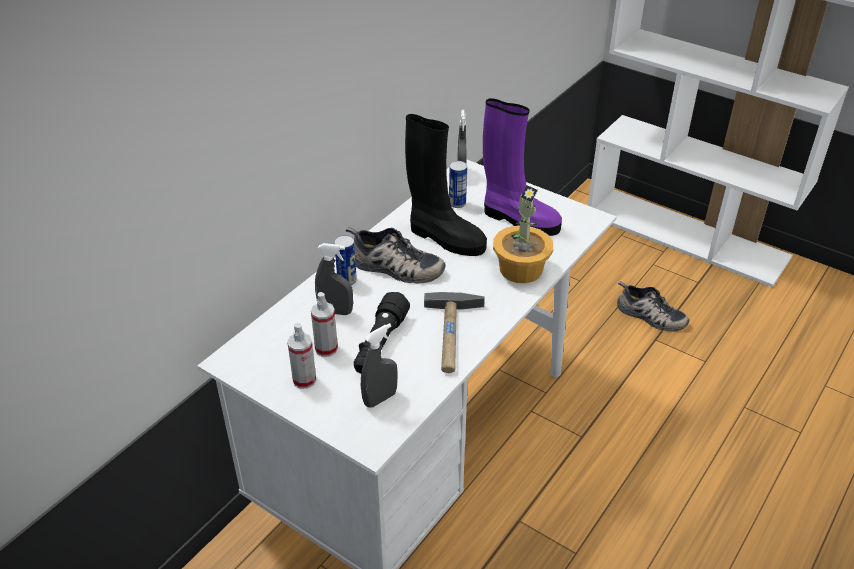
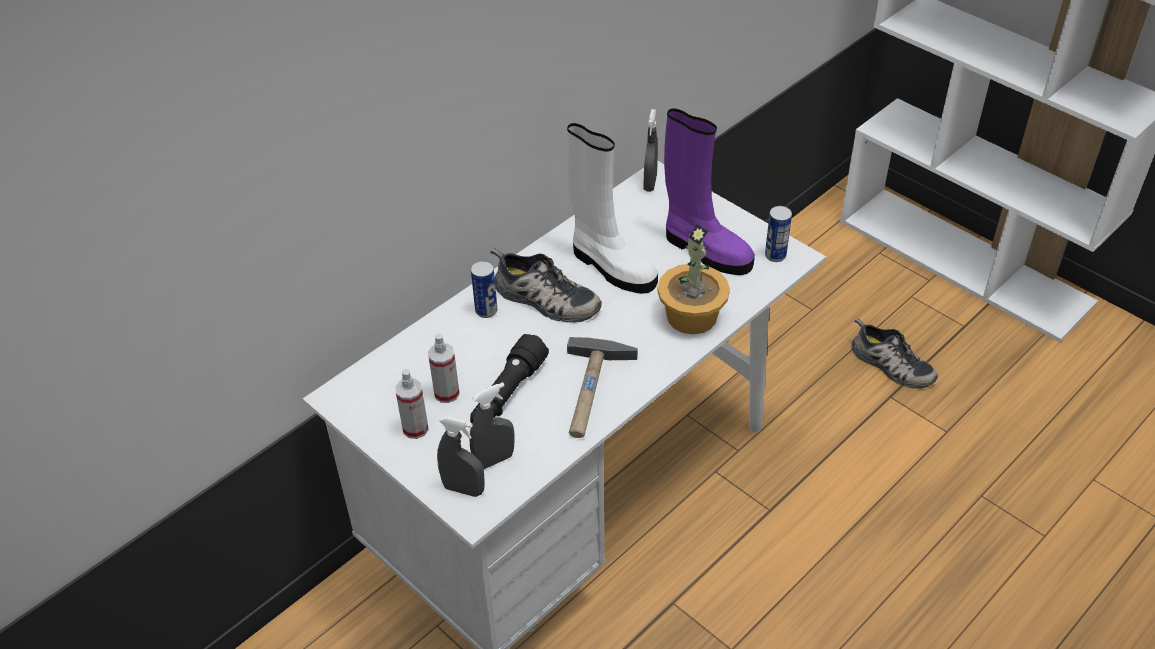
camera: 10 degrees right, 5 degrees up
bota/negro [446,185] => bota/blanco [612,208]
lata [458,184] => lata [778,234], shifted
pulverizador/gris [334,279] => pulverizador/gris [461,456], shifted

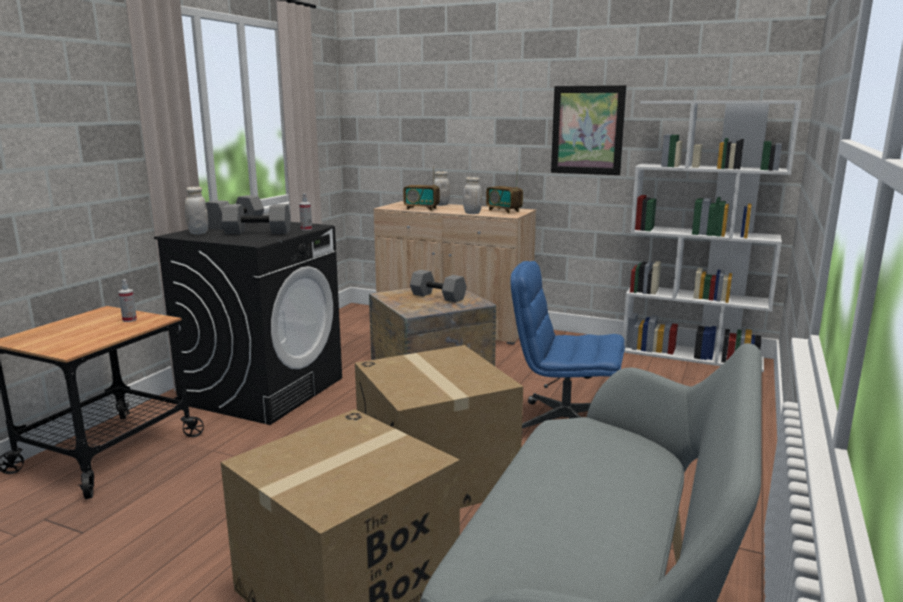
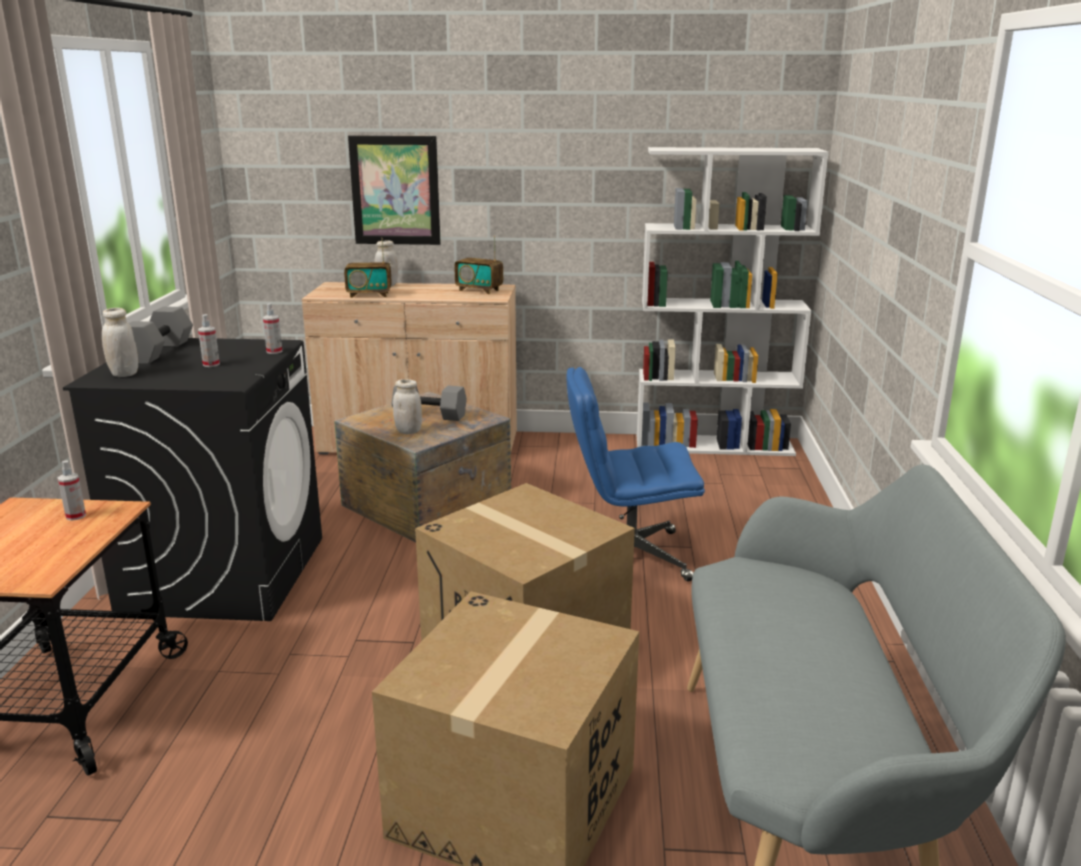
camera: 20 degrees left, 5 degrees up
cuadro [588,130] => cuadro [394,190], shifted
tarro/blanco [472,195] => tarro/blanco [407,406], shifted
mancuerna/gris [256,219] => pulverizador [209,340]

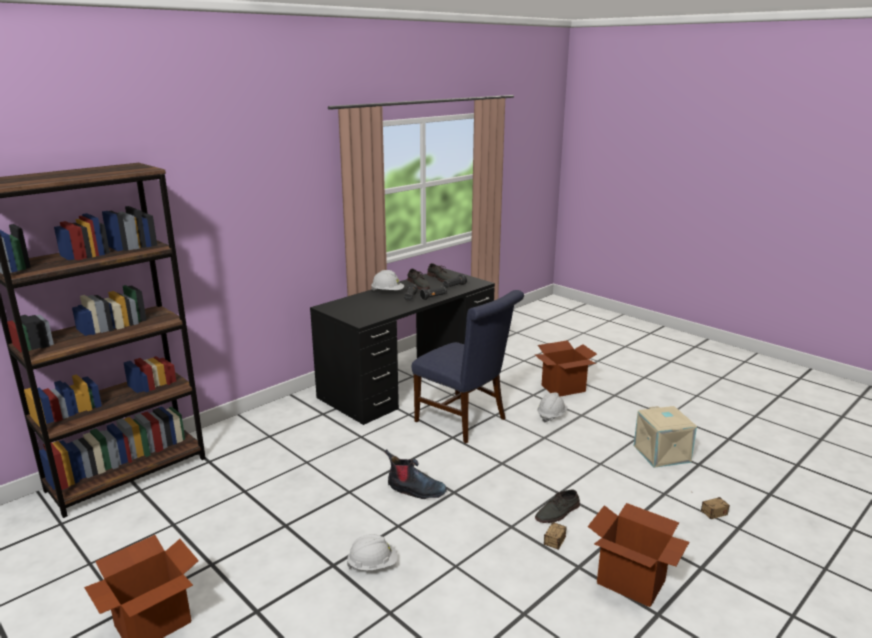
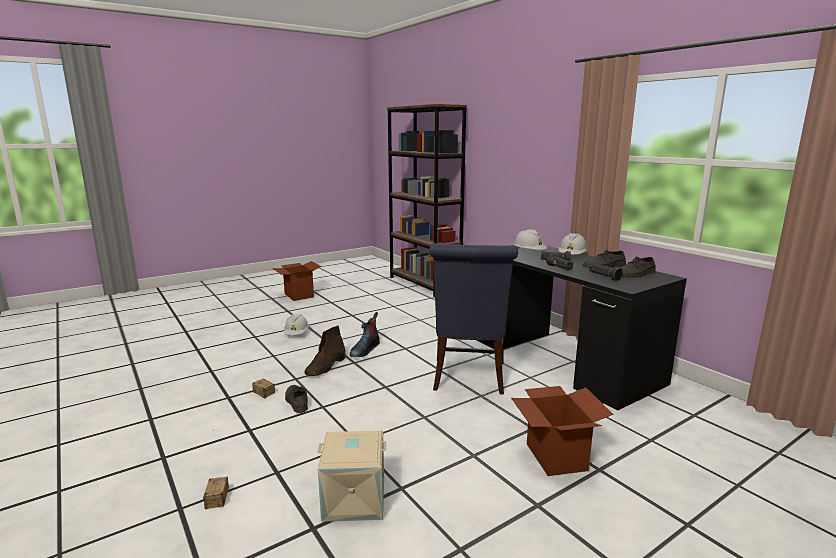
camera: 100 degrees right, 5 degrees down
silla/azul [468,367] => silla/azul [473,319], 45 degrees counterclockwise
casco/blanco [552,407] => casco/blanco [530,240], shifted
caja de cartón [638,555] => nothing
nothing => bota/marrón [325,351]

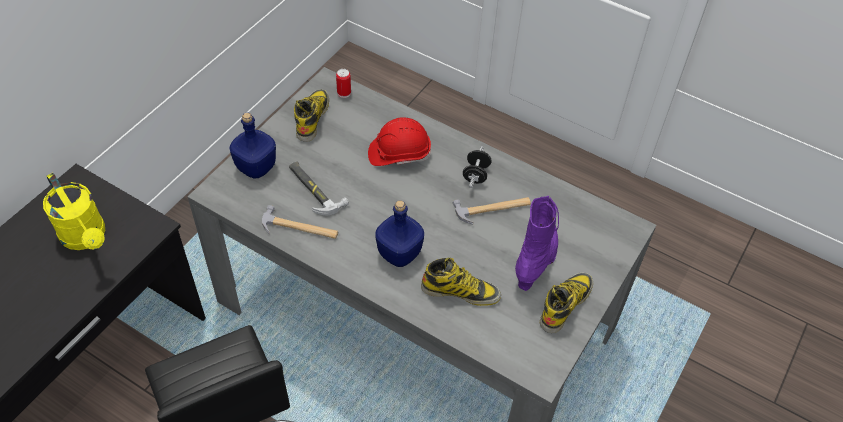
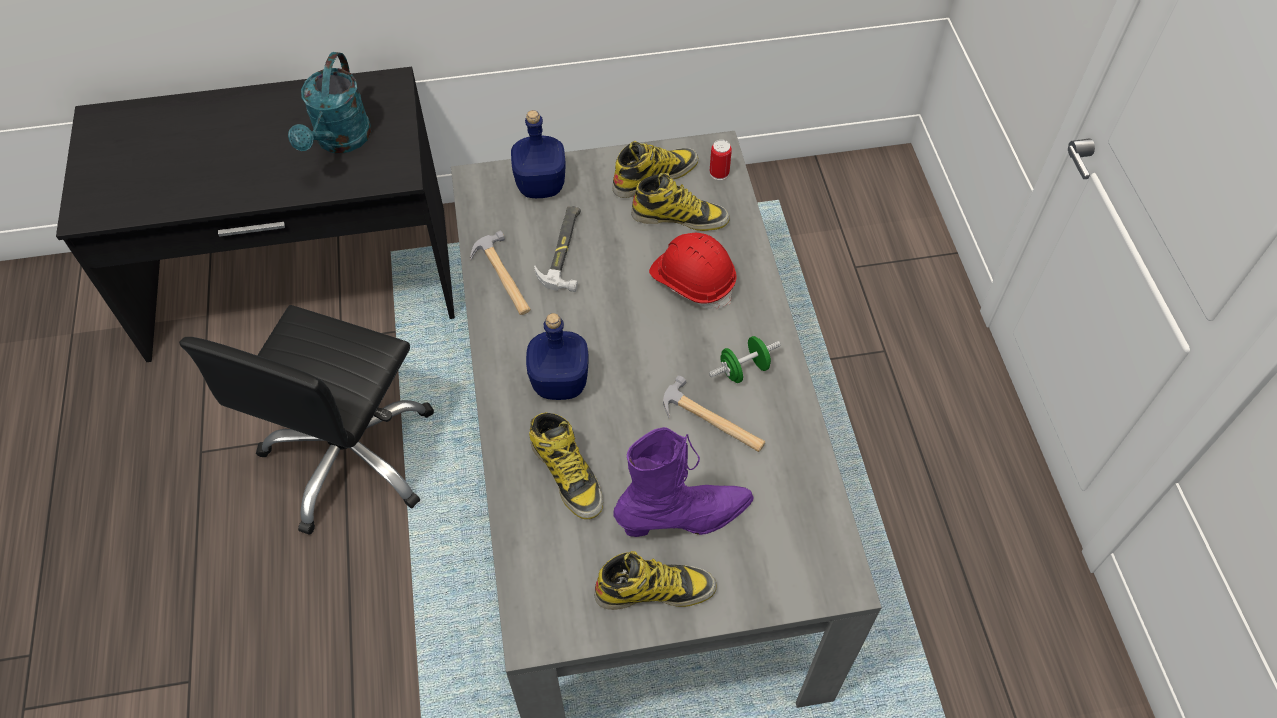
camera: 50 degrees right, 5 degrees up
mancuerna/negro [477,167] => mancuerna/verde [745,359]
regadera/amarillo [74,211] => regadera/turquesa [329,103]
nothing => bota [680,202]

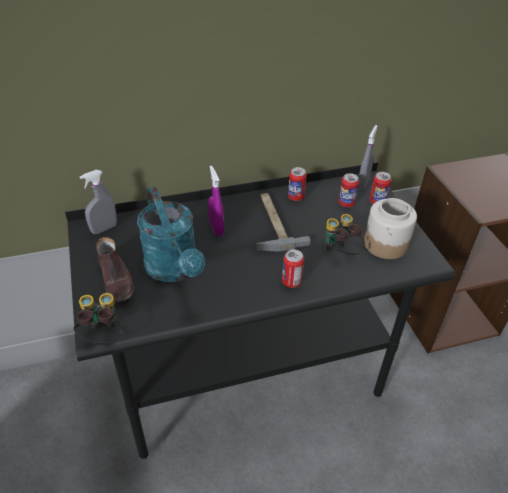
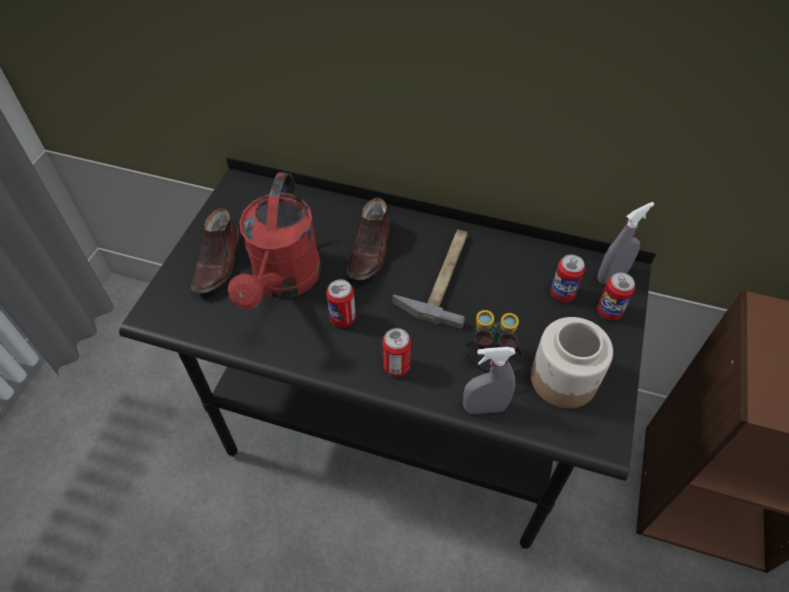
camera: 35 degrees right, 10 degrees up
pulverizador/morado [216,201] => zapato/marrón [368,239]
lata [297,184] => lata [341,303], shifted
pulverizador/gris [98,202] => pulverizador/gris [489,380], shifted
regadera/turquesa [171,234] => regadera/rojo [275,240]
prismáticos [97,318] => nothing

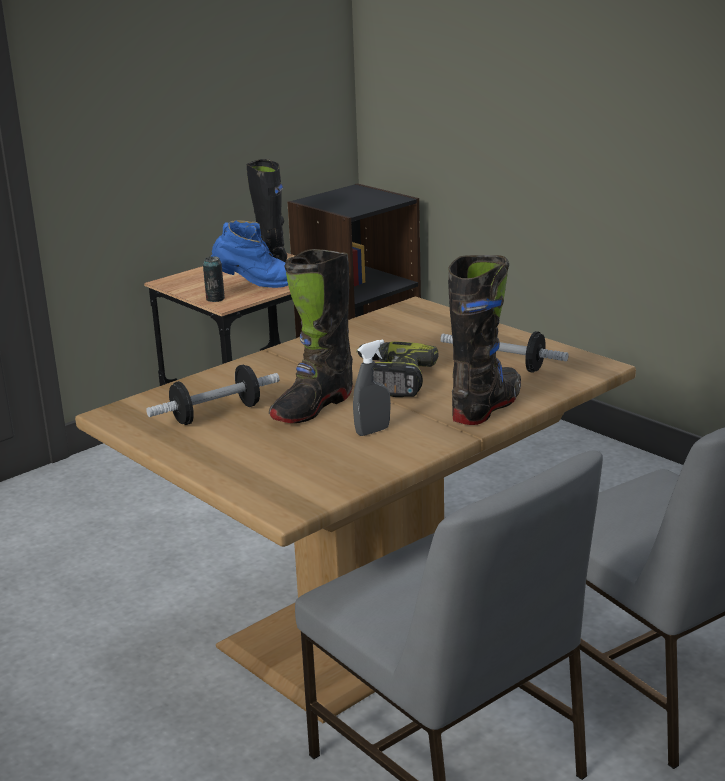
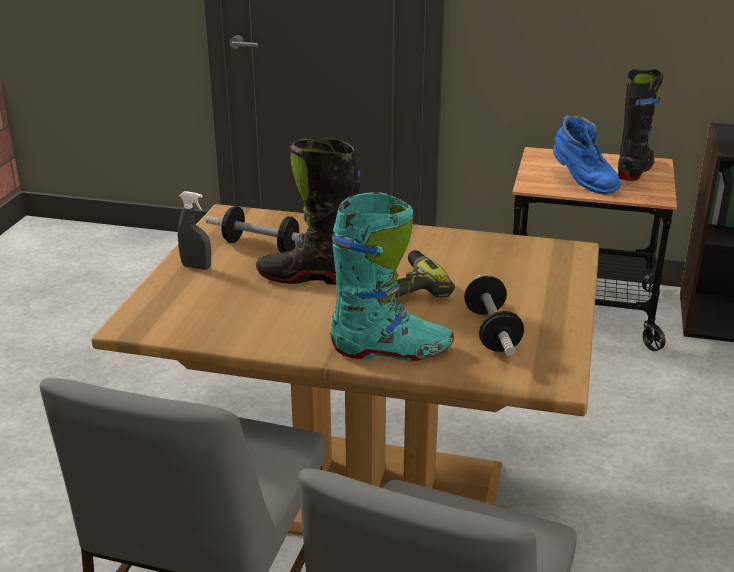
camera: 55 degrees right, 5 degrees up
bota/negro [484,340] => bota/turquesa [392,276]
lata [214,279] => nothing
pulverizador/gris [372,387] => pulverizador/gris [194,230], shifted

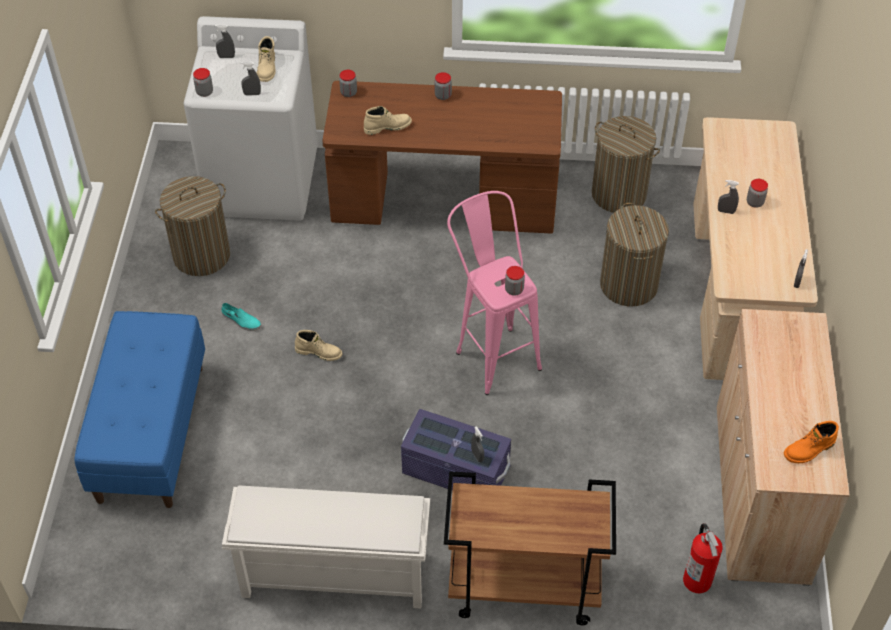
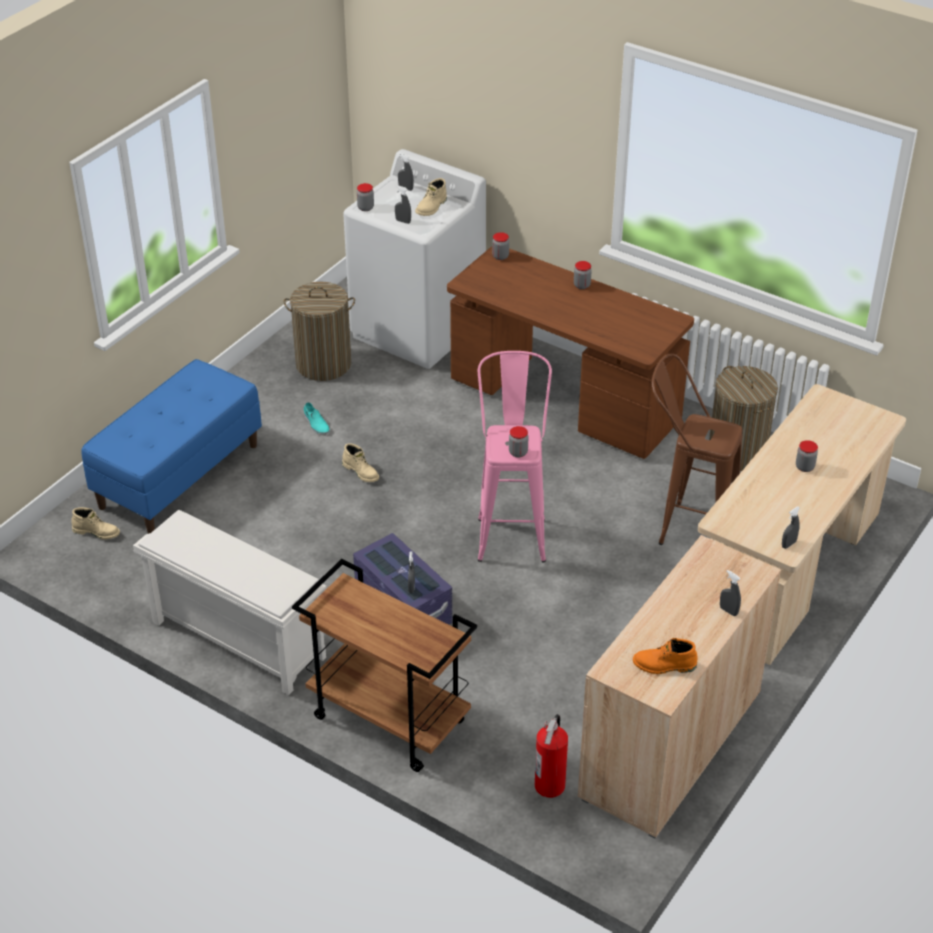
camera: 30 degrees right, 10 degrees down
bota/beis [388,120] => bota/beis [95,523], shifted
pulverizador/gris [728,197] => pulverizador/gris [730,593], shifted
cesto de la ropa [634,254] => taburete/marrón [697,449]

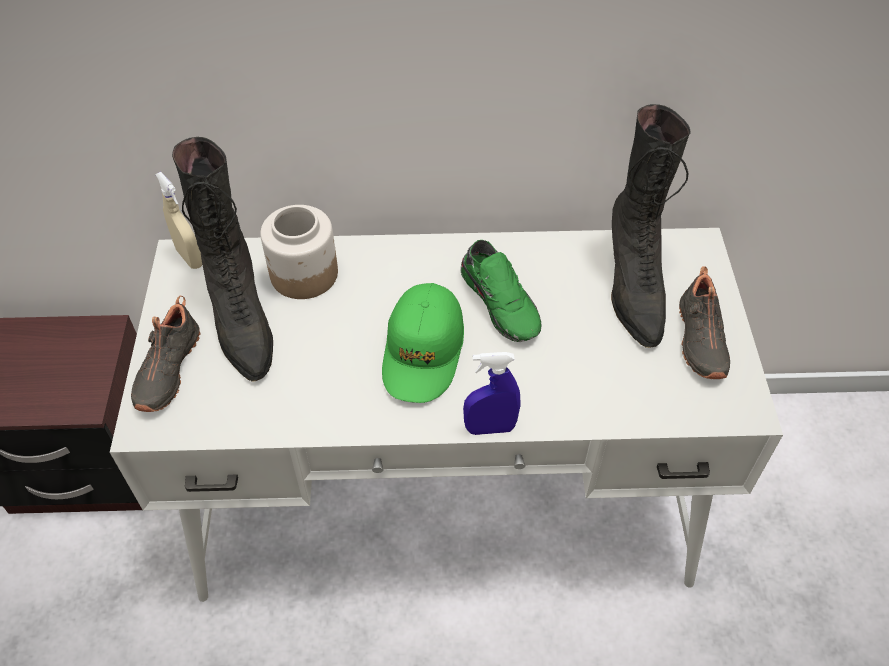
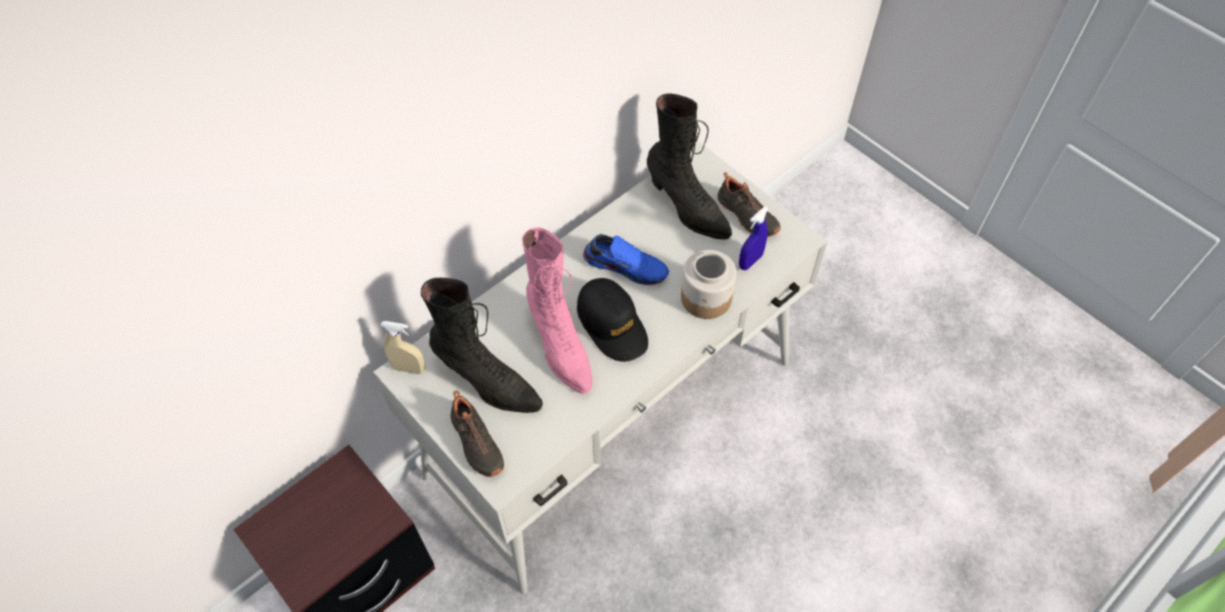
camera: 40 degrees left, 5 degrees up
tarro [299,252] => tarro [708,284], shifted
zapato/verde [500,291] => zapato/azul [626,259]
gorra/verde [423,343] => gorra/negro [612,320]
pulverizador/azul [491,393] => pulverizador/azul [754,238], shifted
nothing => bota/rosa [557,310]

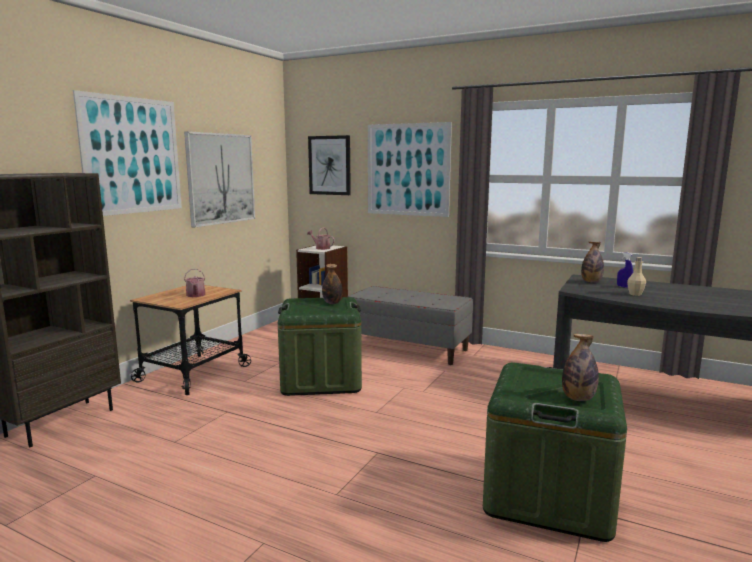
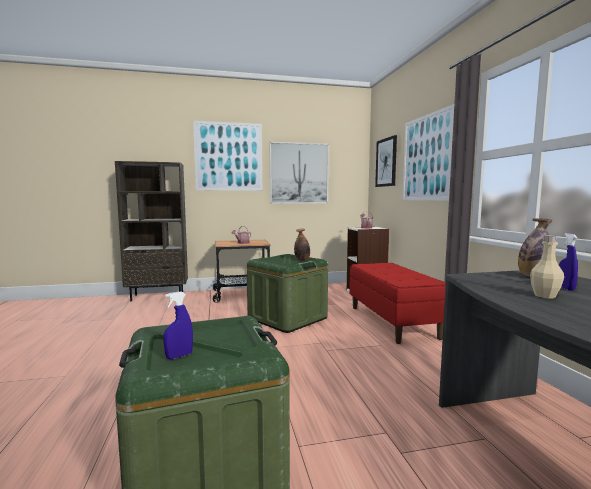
camera: 50 degrees right, 5 degrees down
banco/gris [410,325] => banco/rojo [397,303]
botella [580,367] => pulverizador/azul [178,325]

